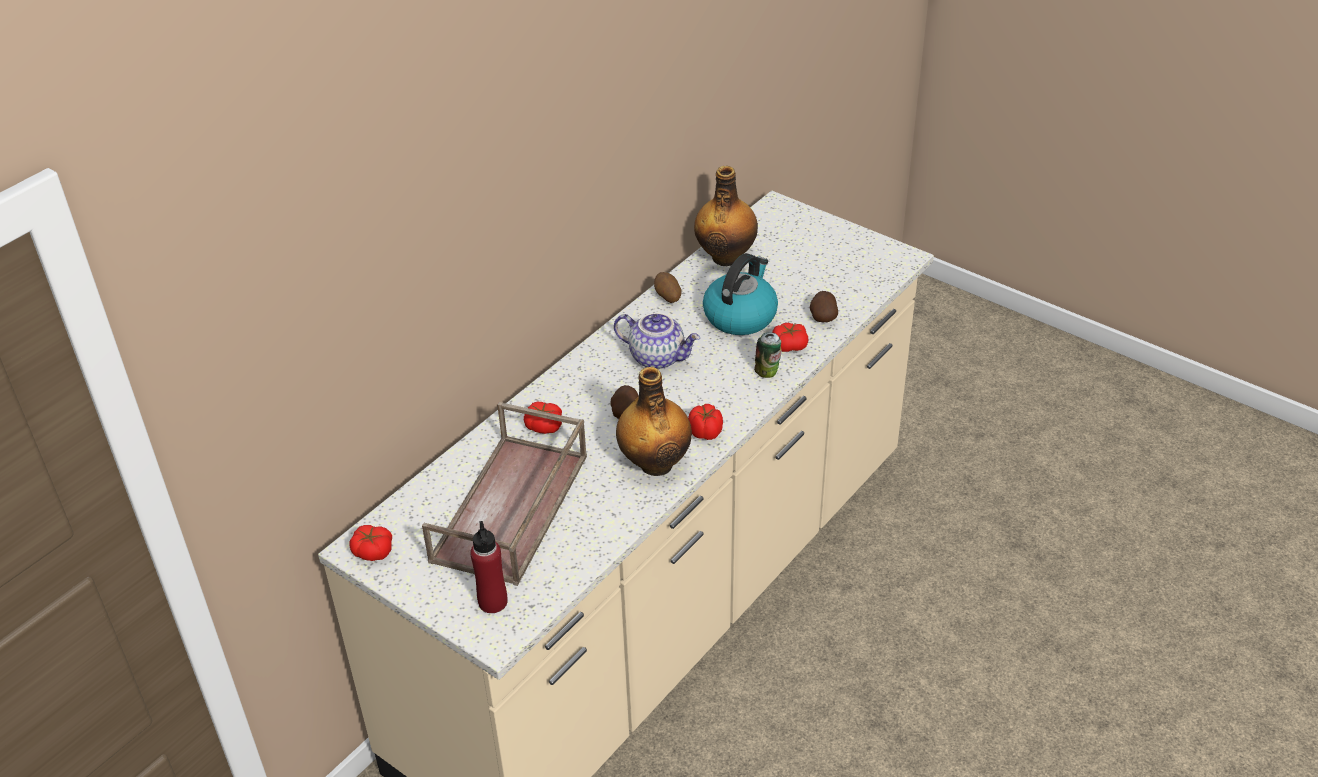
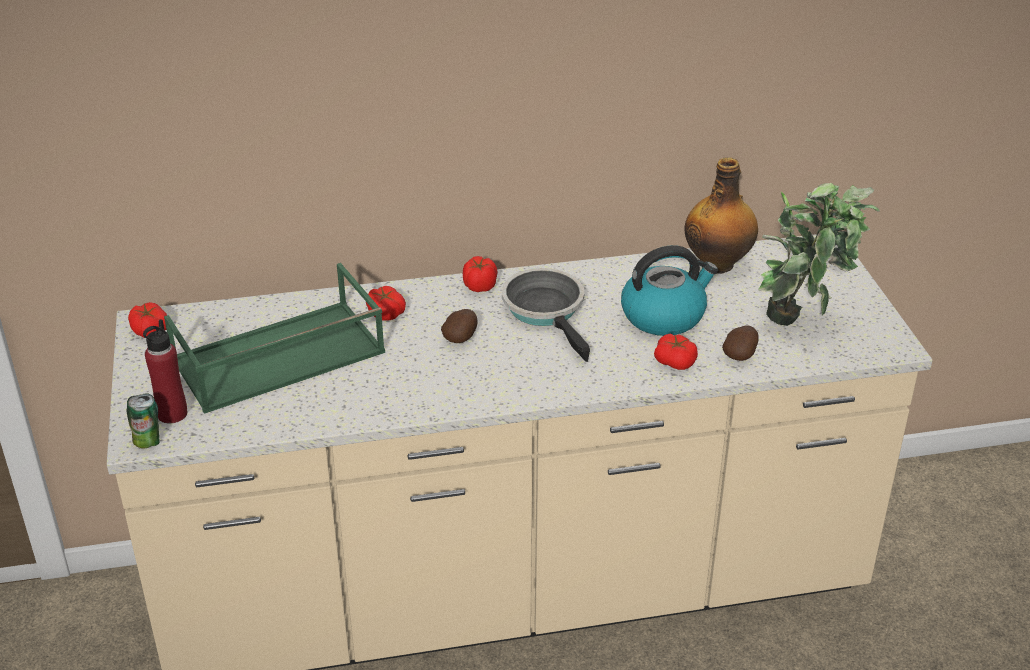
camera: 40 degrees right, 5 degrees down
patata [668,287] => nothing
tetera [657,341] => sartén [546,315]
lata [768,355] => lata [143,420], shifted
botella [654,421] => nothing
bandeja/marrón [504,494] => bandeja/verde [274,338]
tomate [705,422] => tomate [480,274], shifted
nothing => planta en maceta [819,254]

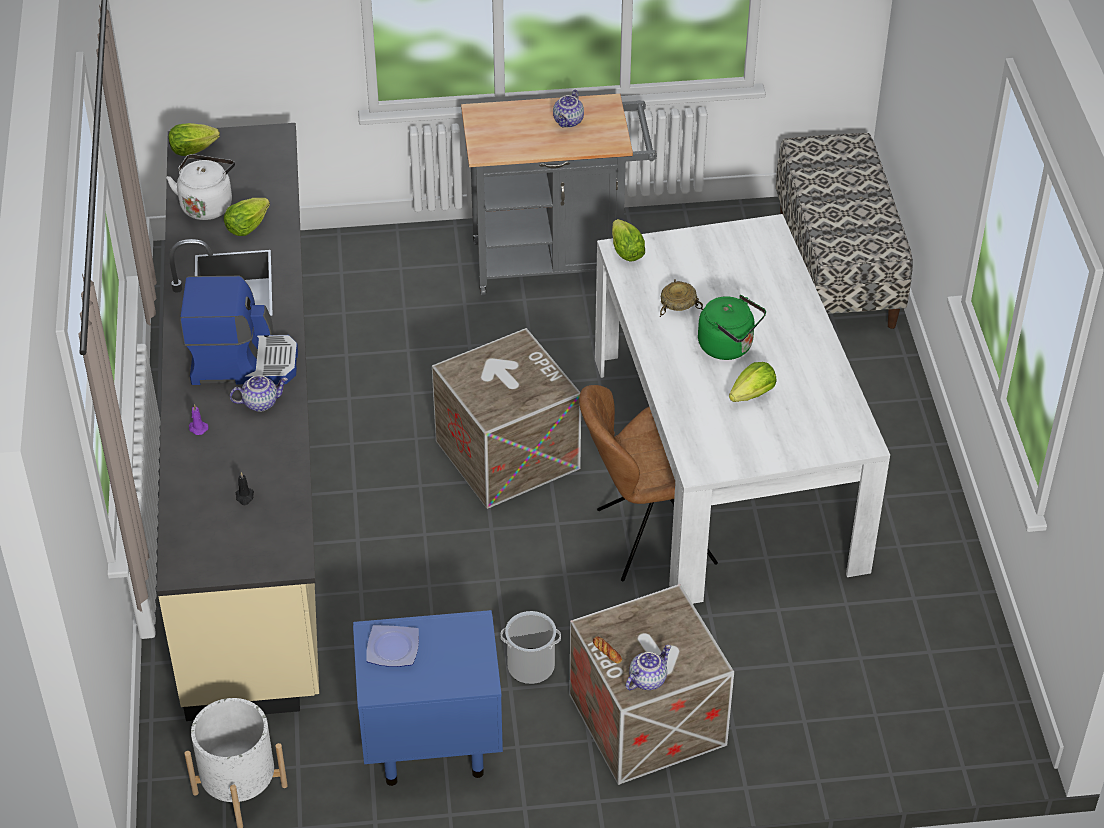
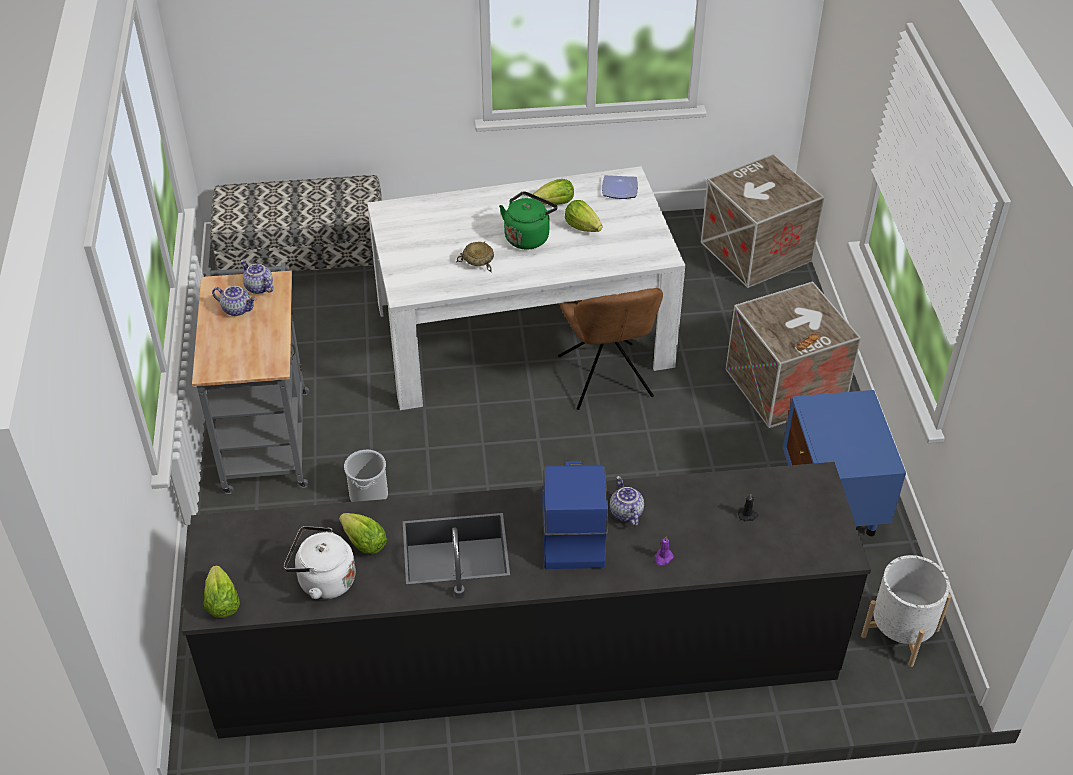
camera: 90 degrees left, 0 degrees up
mueble bajo de cocina/beis [238,422] => mueble bajo de cocina/negro [526,600]
lechuga [628,240] => lechuga [553,192], shifted
caja de embalaje [506,418] => caja de embalaje [762,221], shifted
cubo [531,647] => cubo [366,476], shifted
plato [392,646] => plato [620,187], shifted
tetera [648,667] => tetera [257,277], shifted

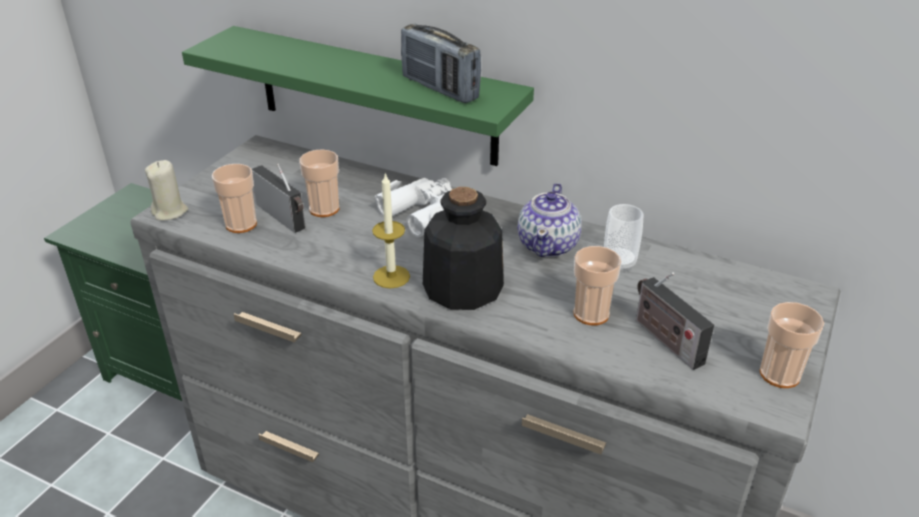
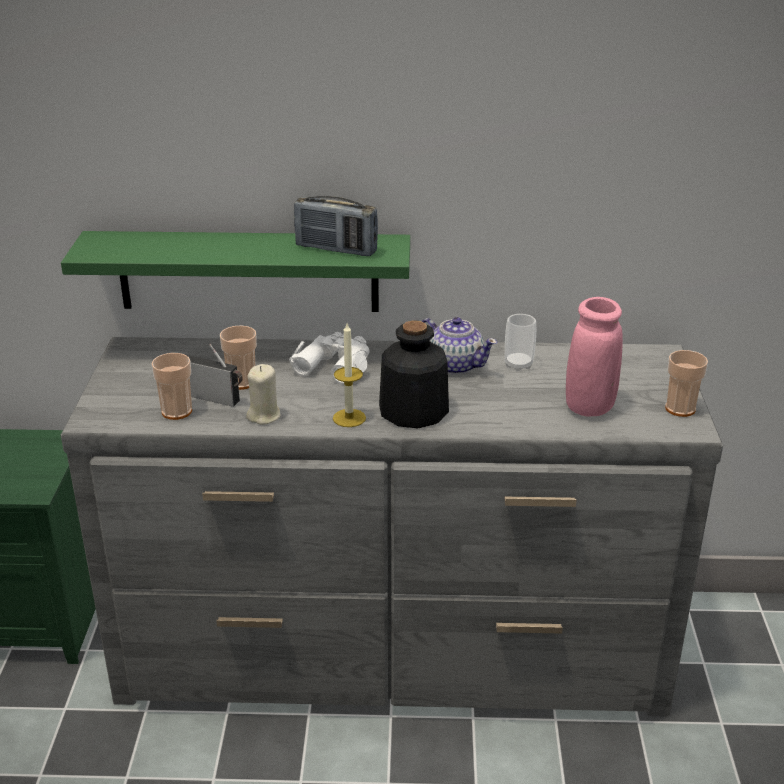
camera: 25 degrees left, 5 degrees down
vela/beis [166,190] => vela/beis [263,394], shifted
tetera [550,220] => tetera [459,346], 45 degrees counterclockwise
taza [597,285] => nothing
radio [675,321] => florero/rosa [594,356]

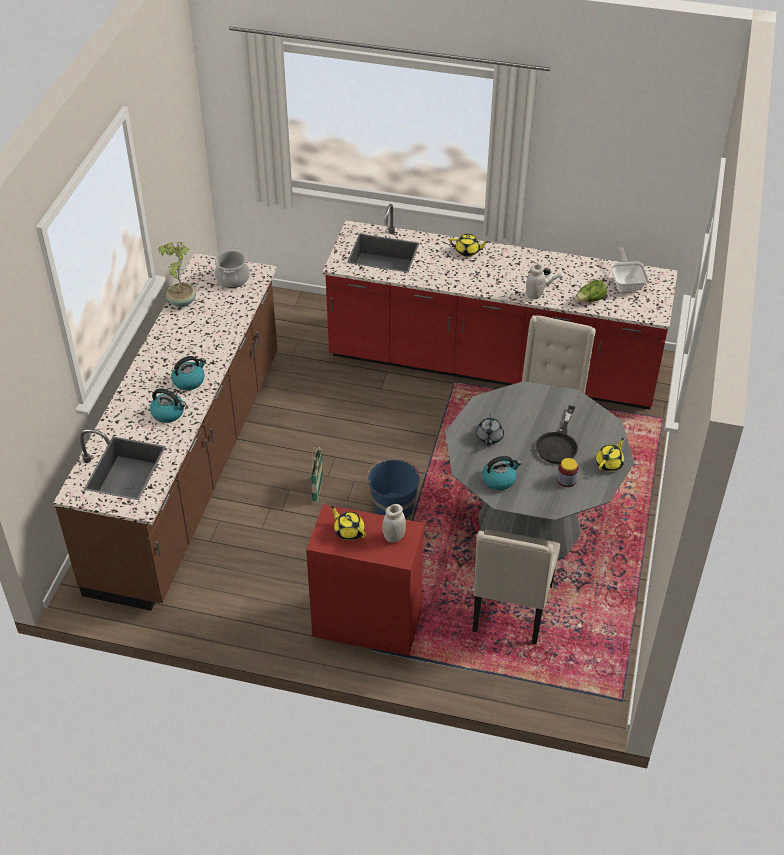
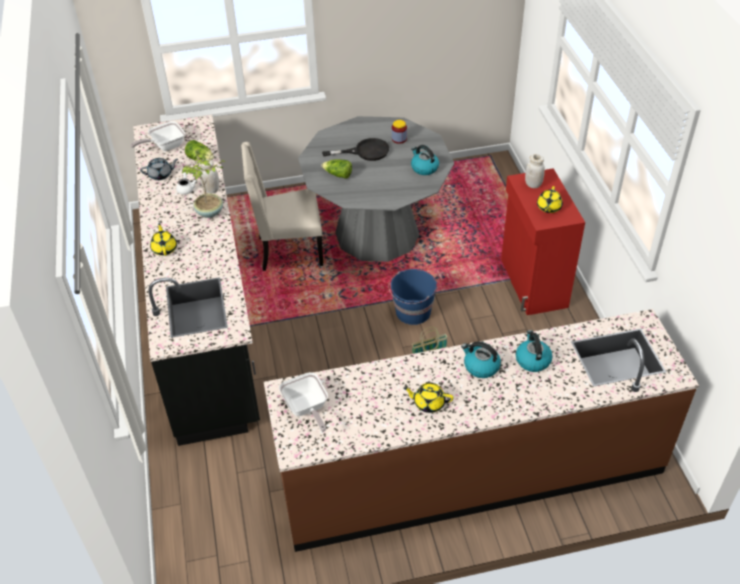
camera: 115 degrees left, 0 degrees up
mueble bajo de cocina/rojo [500,306] => mueble bajo de cocina/negro [196,280]
planta en maceta [177,274] => planta en maceta [203,183], shifted
olla [232,267] => sartén [303,402]
tetera/gris [490,429] => tetera/gris [159,169], shifted
tetera/amarillo [609,454] => tetera/amarillo [428,398], shifted
silla/beis [516,586] => nothing
nothing => lechuga [336,169]

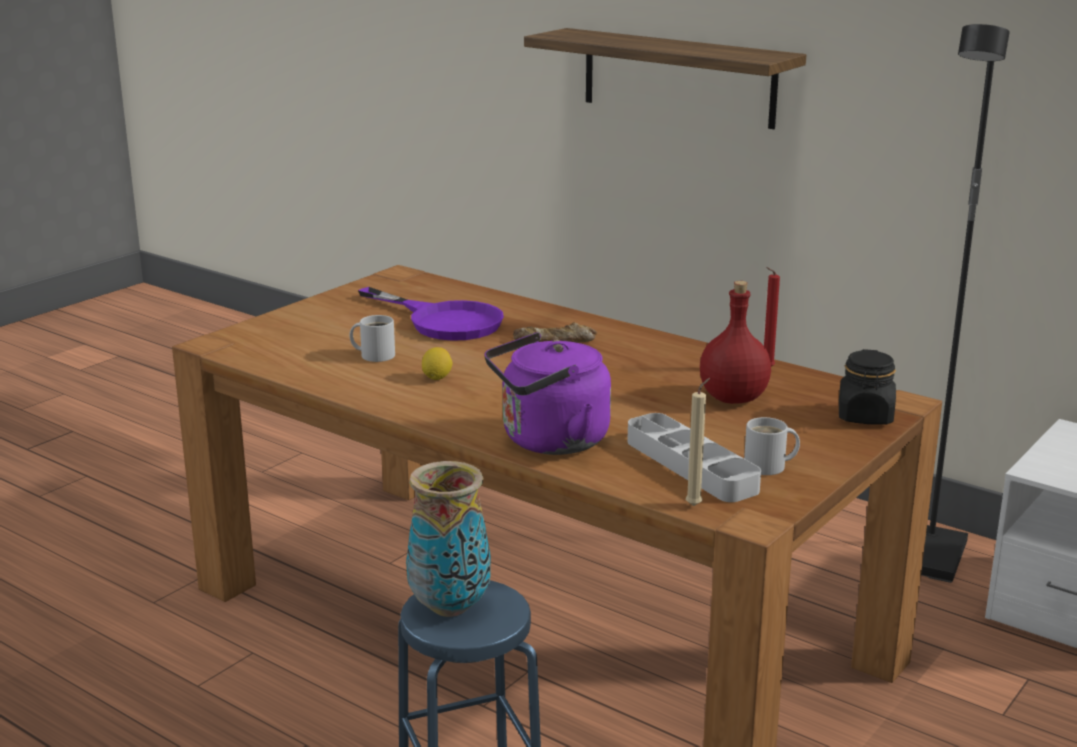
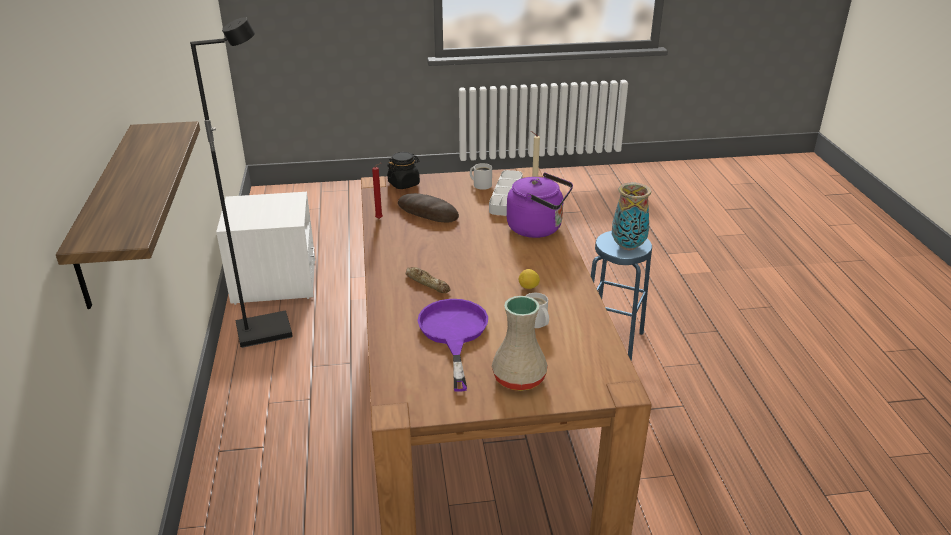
camera: 135 degrees left, 10 degrees up
botella/rojo [735,342] => pan [428,207]
nothing => florero/beis [519,343]

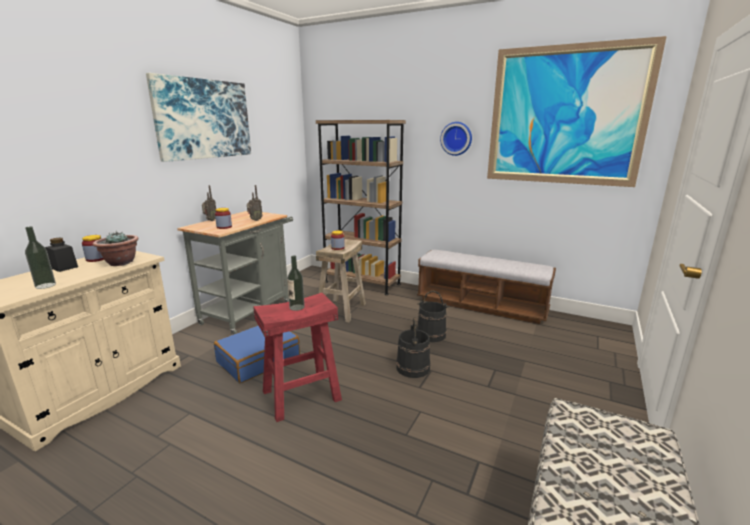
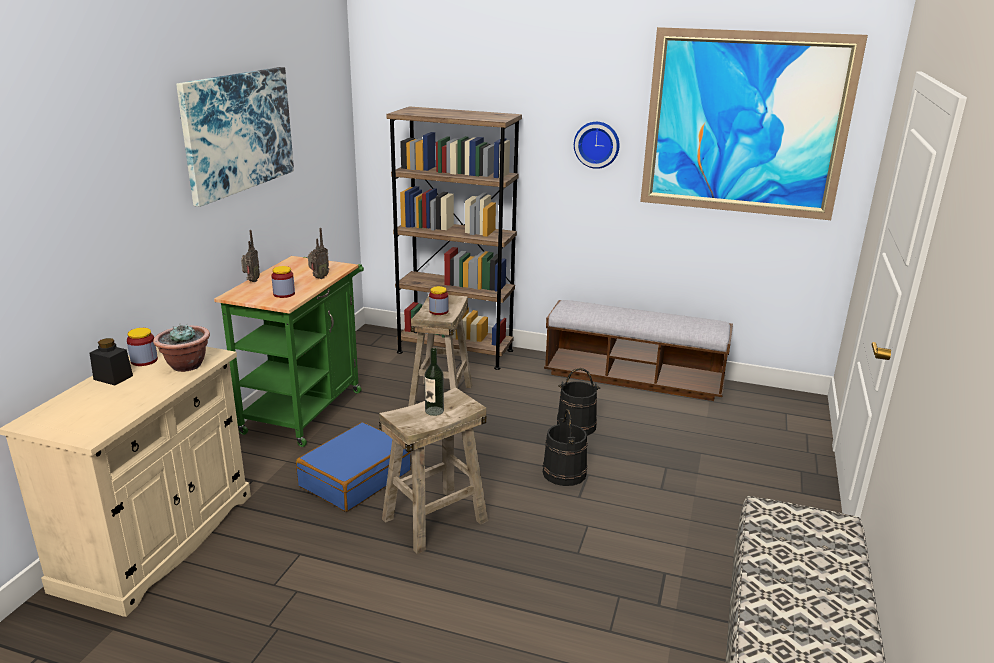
camera: 10 degrees left, 5 degrees up
carrito/gris [235,273] => carrito/verde [289,351]
botella [40,257] => nothing
taburete/rojo [297,357] => taburete/beis [433,470]

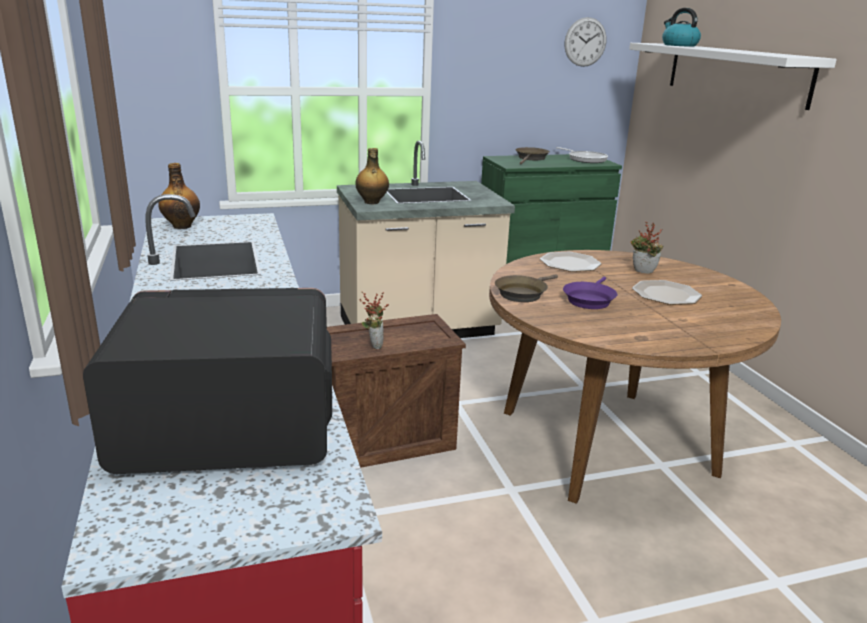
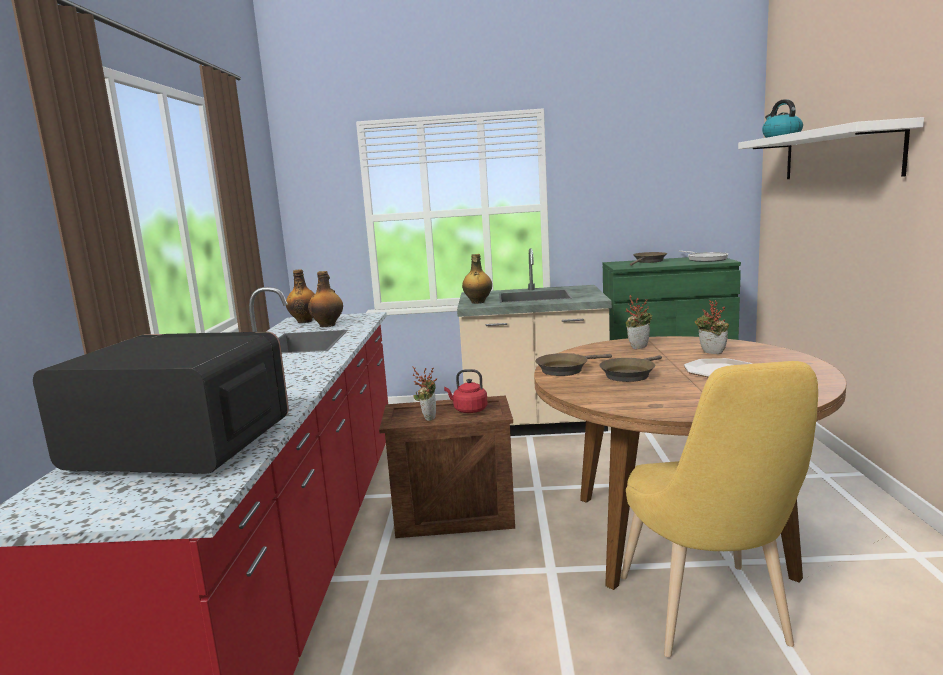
camera: 20 degrees right, 10 degrees down
reloj de pared [585,42] => nothing
plato [570,262] => planta en maceta [639,322]
sartén/morado [590,293] => sartén/marrón [630,368]
nothing => botella [325,299]
nothing => silla/amarillo [719,509]
nothing => hervidor/rojo [466,391]

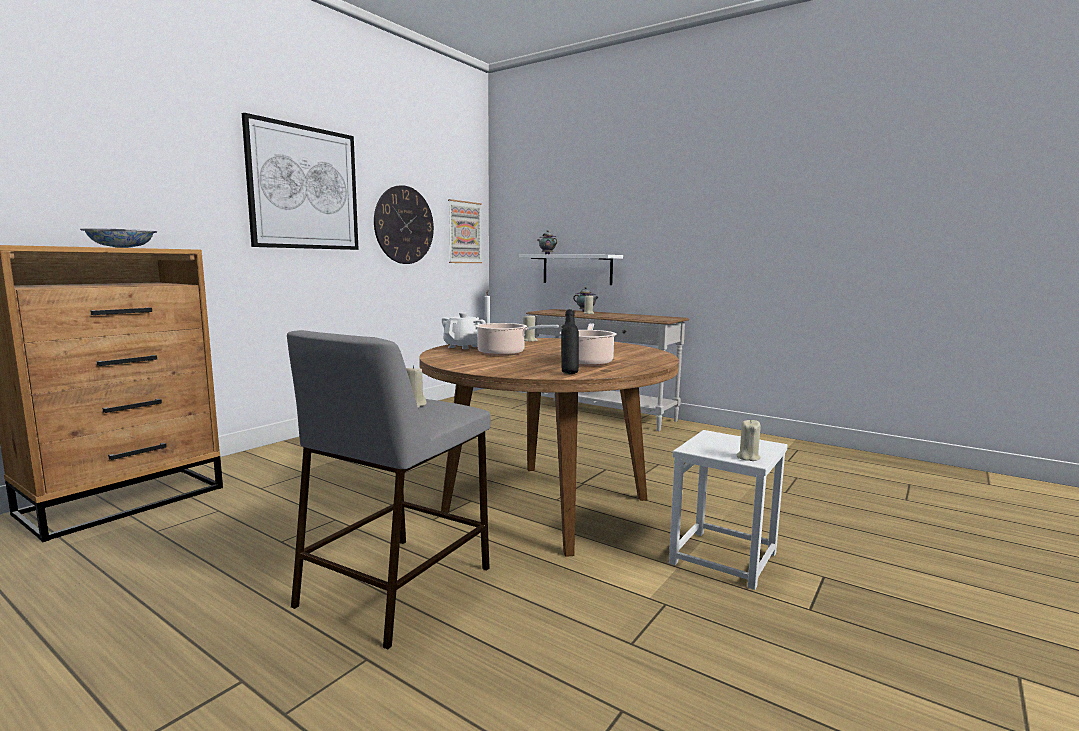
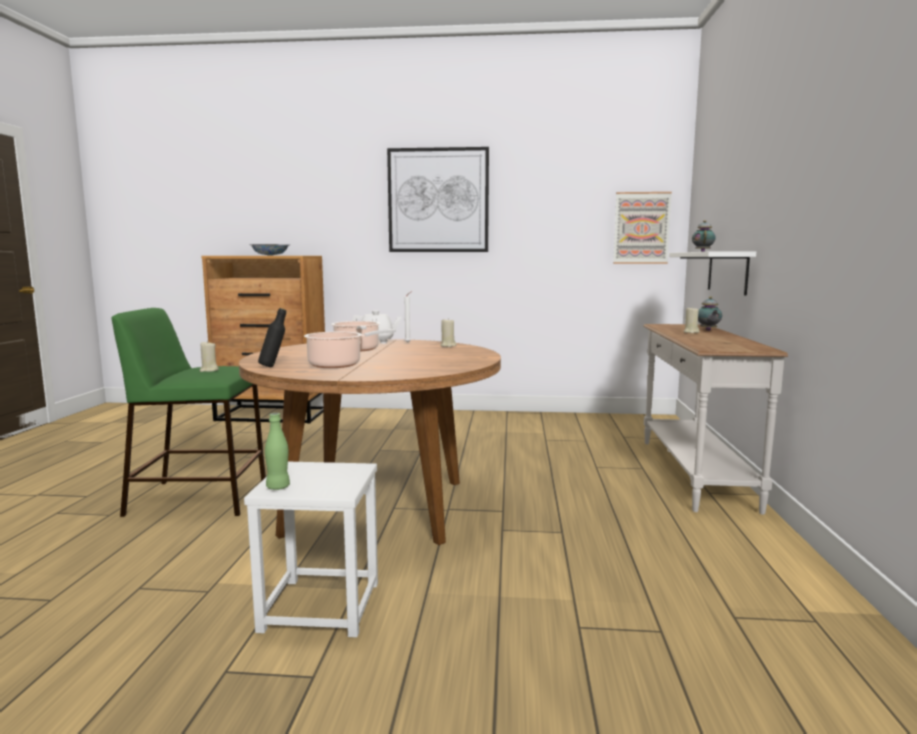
camera: 60 degrees right, 0 degrees up
reloj de pared [404,224] => nothing
taburete/gris [389,489] => taburete/verde [188,412]
vela/beis [748,440] => botella/verde [277,451]

